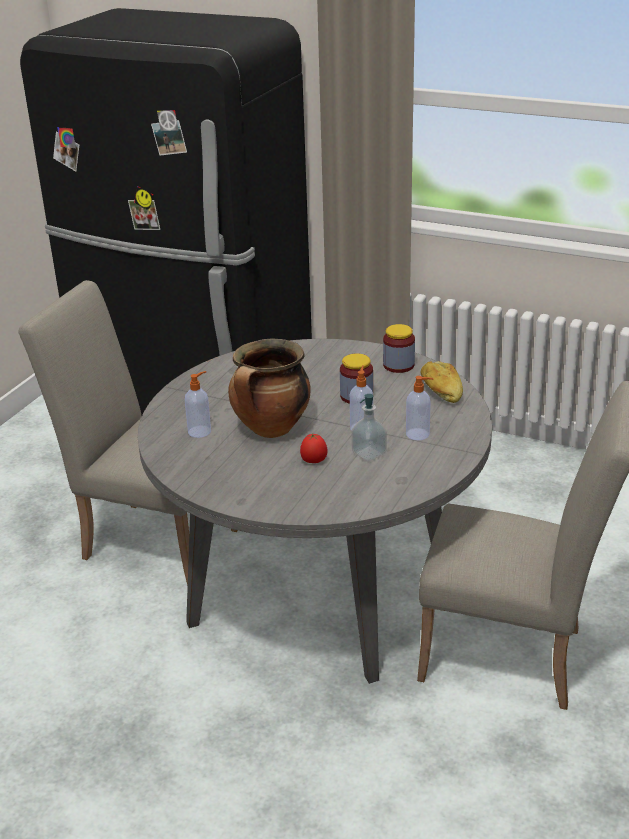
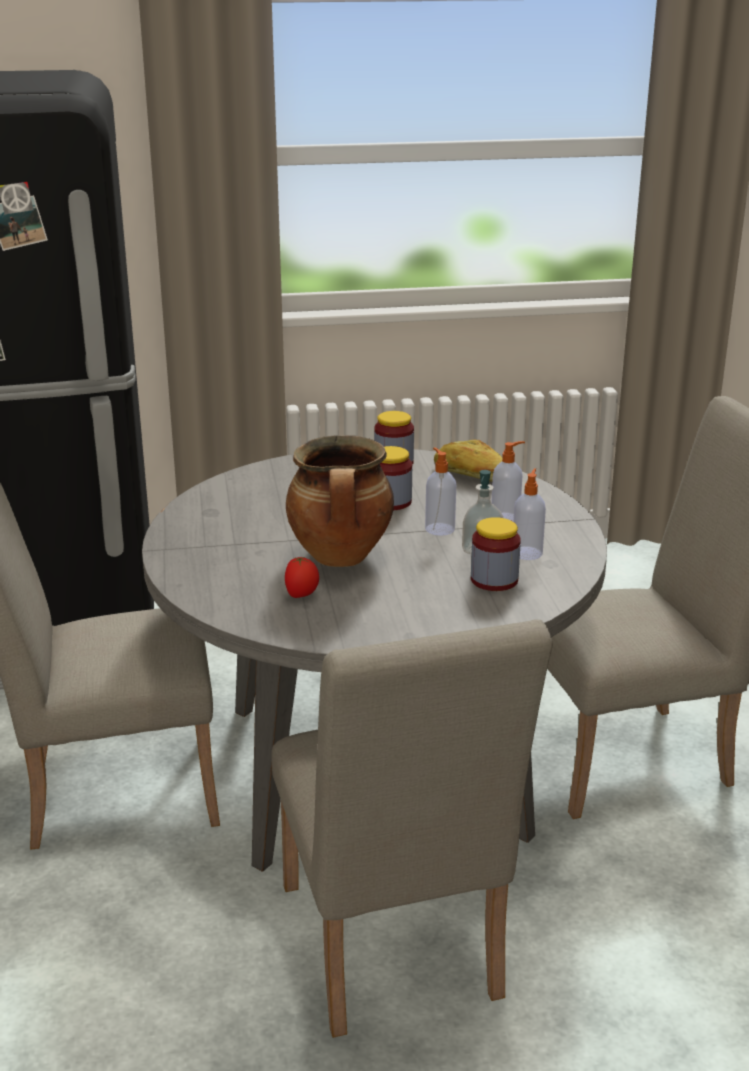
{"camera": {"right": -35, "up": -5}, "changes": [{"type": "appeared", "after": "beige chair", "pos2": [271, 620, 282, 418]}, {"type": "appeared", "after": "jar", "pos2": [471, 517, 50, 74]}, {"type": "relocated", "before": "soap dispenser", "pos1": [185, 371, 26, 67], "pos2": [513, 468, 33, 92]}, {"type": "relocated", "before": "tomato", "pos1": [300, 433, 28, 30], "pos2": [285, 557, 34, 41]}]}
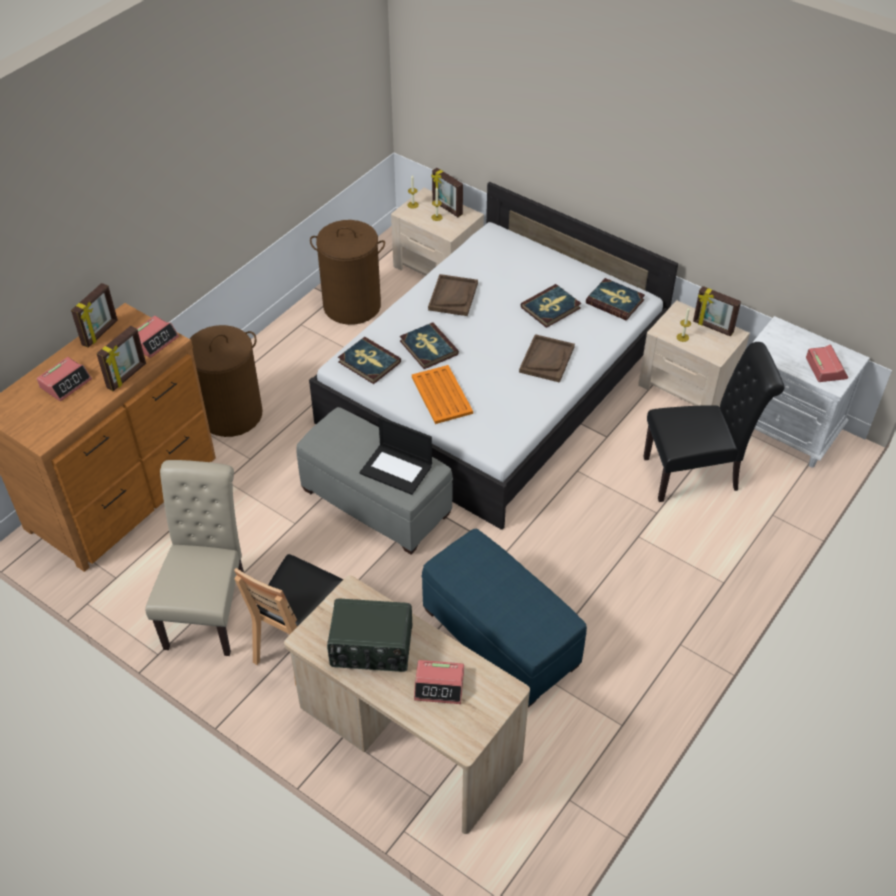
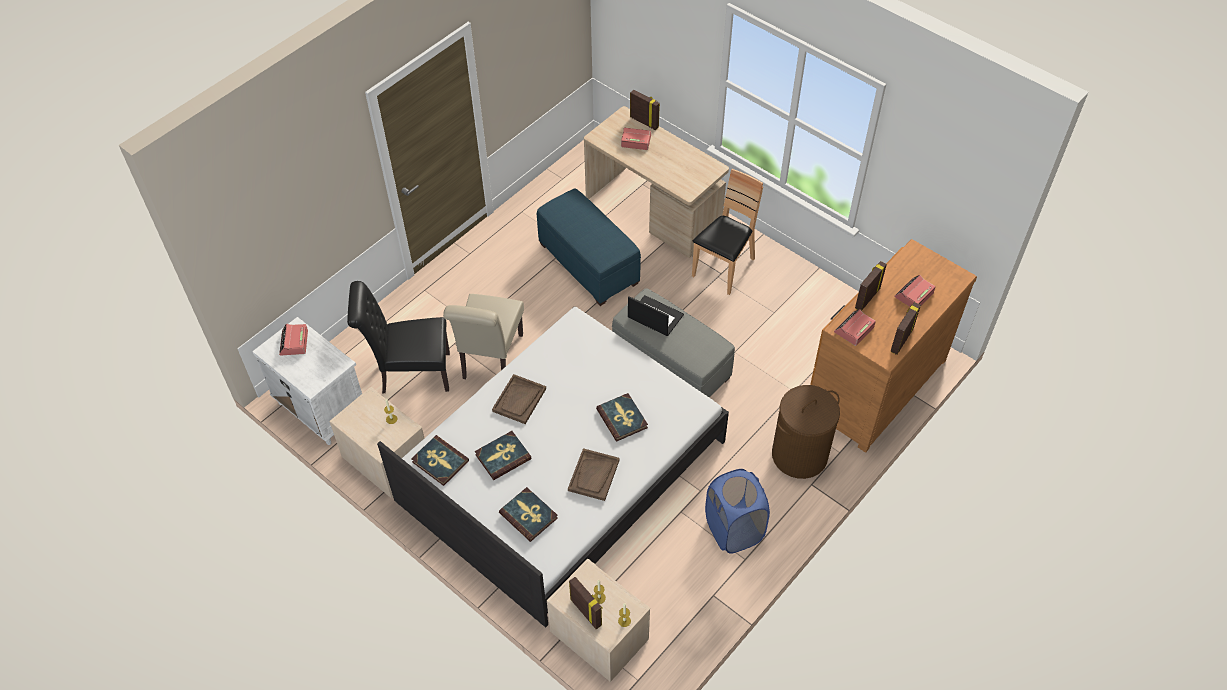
{"camera": {"right": -175, "up": 5}, "changes": [{"type": "missing", "before": "brown laundry basket", "pos1": [310, 220, 75, 105]}, {"type": "missing", "before": "radio", "pos1": [327, 599, 85, 73]}, {"type": "missing", "before": "orange tray", "pos1": [412, 365, 61, 59]}, {"type": "appeared", "after": "blue laundry basket", "pos2": [705, 469, 65, 85]}, {"type": "relocated", "before": "beige chair", "pos1": [145, 460, 99, 196], "pos2": [443, 294, 81, 85]}, {"type": "relocated", "before": "book", "pos1": [338, 337, 63, 47], "pos2": [499, 487, 59, 55]}, {"type": "relocated", "before": "picture frame", "pos1": [693, 286, 48, 51], "pos2": [630, 90, 30, 40]}]}
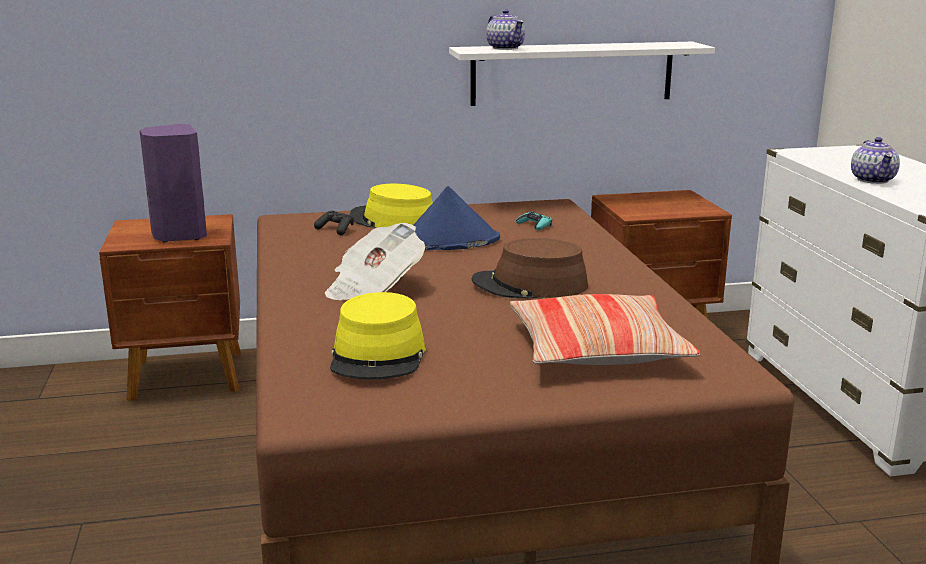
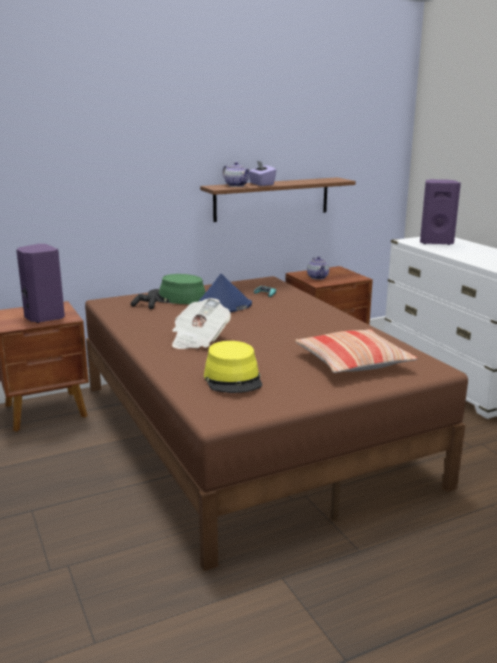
{"camera": {"right": -15, "up": 0}, "changes": [{"type": "missing", "before": "brown hat", "pos1": [471, 238, 117, 60]}, {"type": "appeared", "after": "purple tissue box", "pos2": [249, 161, 27, 25]}, {"type": "appeared", "after": "purple speaker", "pos2": [420, 179, 41, 66]}, {"type": "relocated", "before": "teapot", "pos1": [851, 137, 49, 47], "pos2": [307, 256, 22, 24]}, {"type": "colour", "before": "yellow hat", "after": "green hat", "pos1": [350, 184, 83, 44], "pos2": [148, 274, 58, 30]}, {"type": "colour", "before": "white shelf", "after": "brown shelf", "pos1": [449, 42, 266, 64], "pos2": [200, 177, 156, 45]}]}
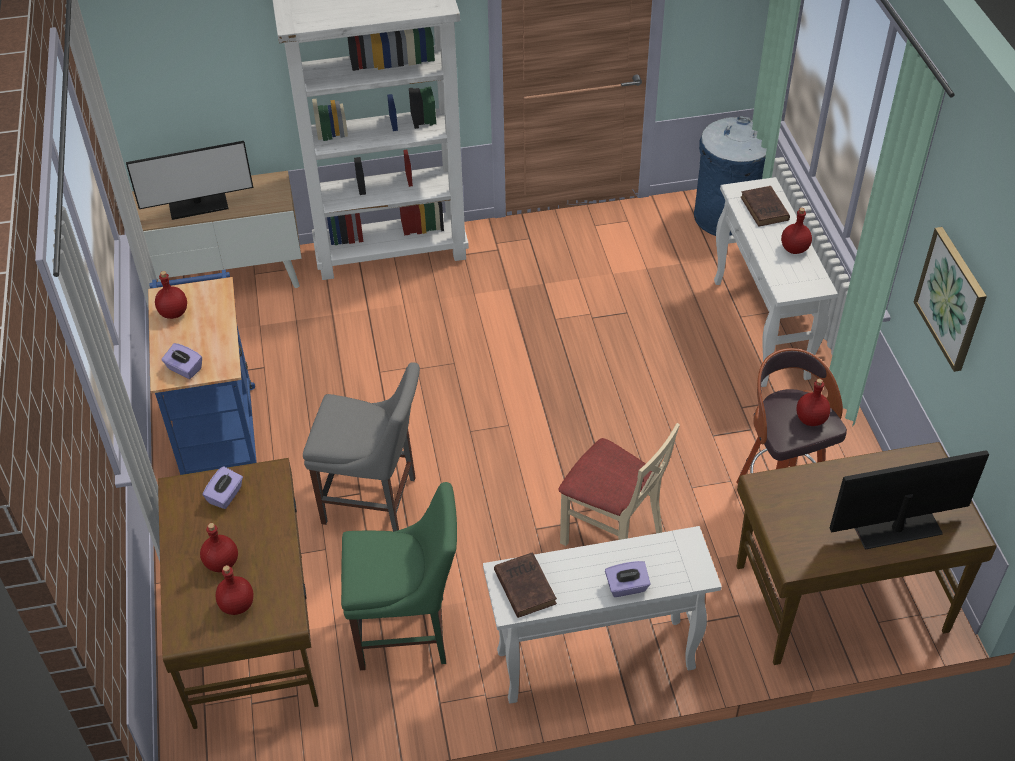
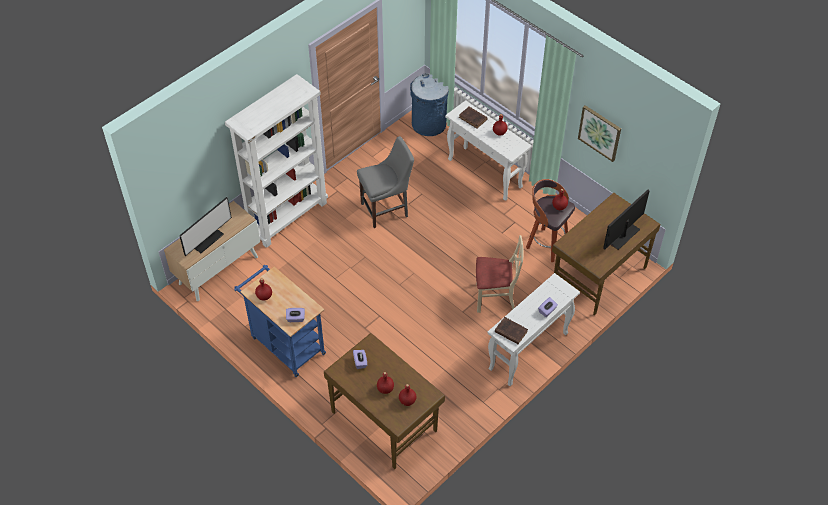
{"camera": {"right": -35, "up": 5}, "changes": [{"type": "missing", "before": "green chair", "pos1": [341, 482, 116, 188]}, {"type": "relocated", "before": "grey chair", "pos1": [303, 362, 117, 169], "pos2": [357, 136, 57, 92]}]}
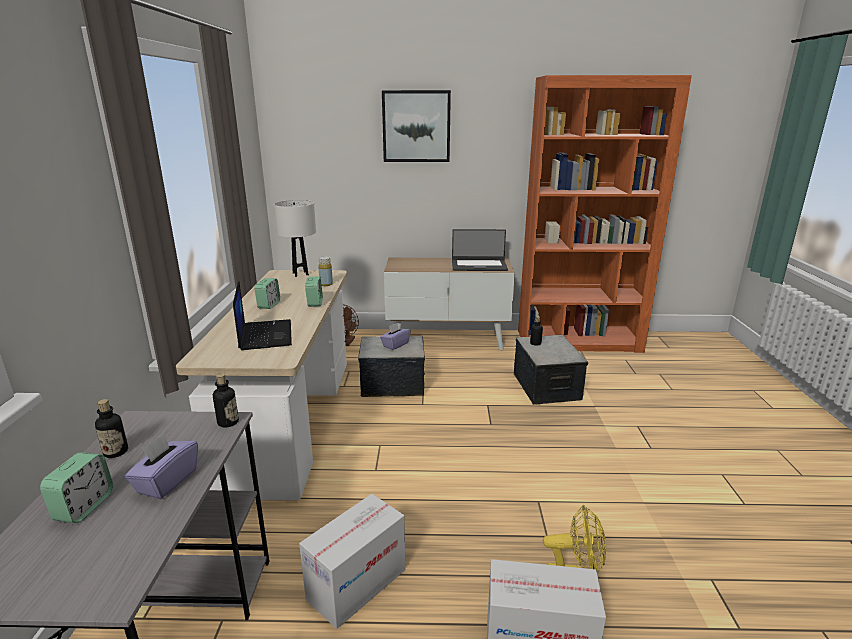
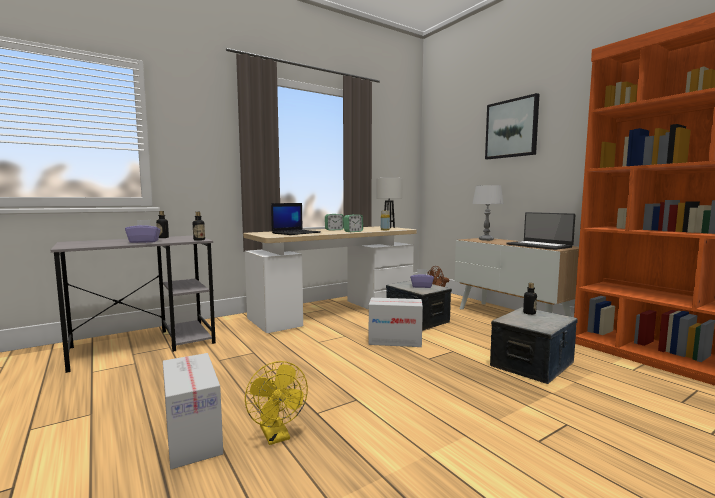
{"camera": {"right": 55, "up": -15}, "changes": [{"type": "missing", "before": "alarm clock", "pos1": [40, 452, 73, 71]}, {"type": "appeared", "after": "grey table lamp", "pos2": [472, 185, 31, 56]}, {"type": "relocated", "before": "cardboard box", "pos1": [299, 494, 106, 135], "pos2": [369, 298, 54, 49]}]}
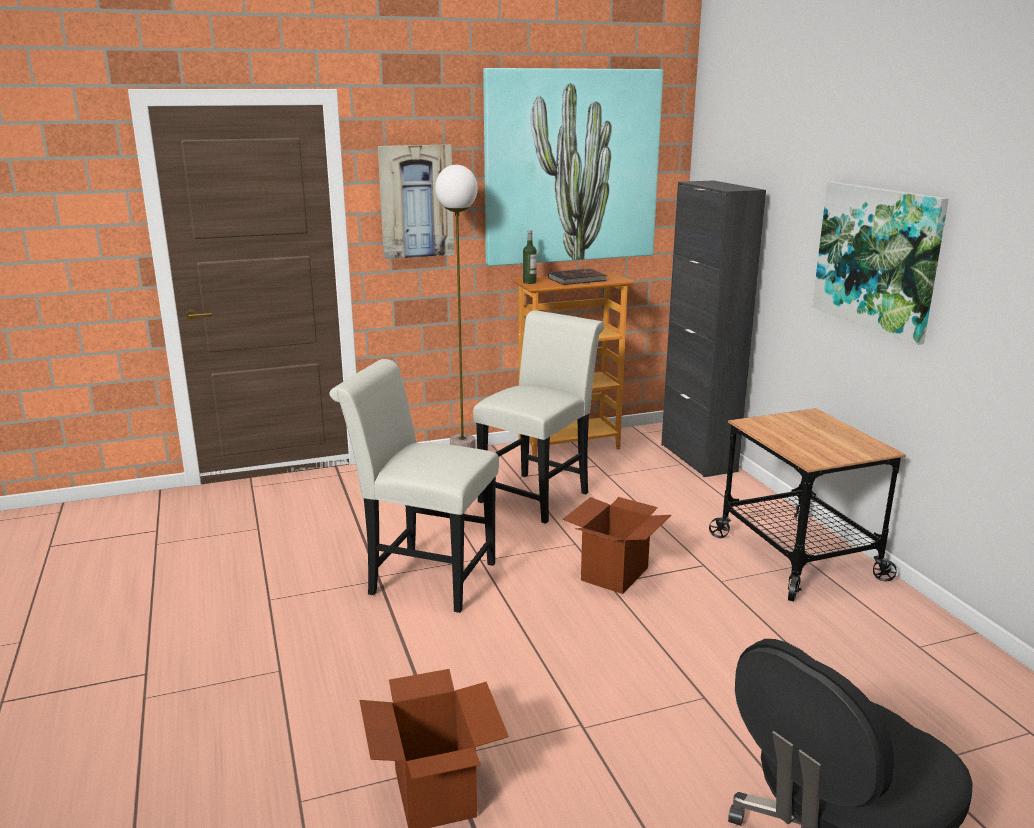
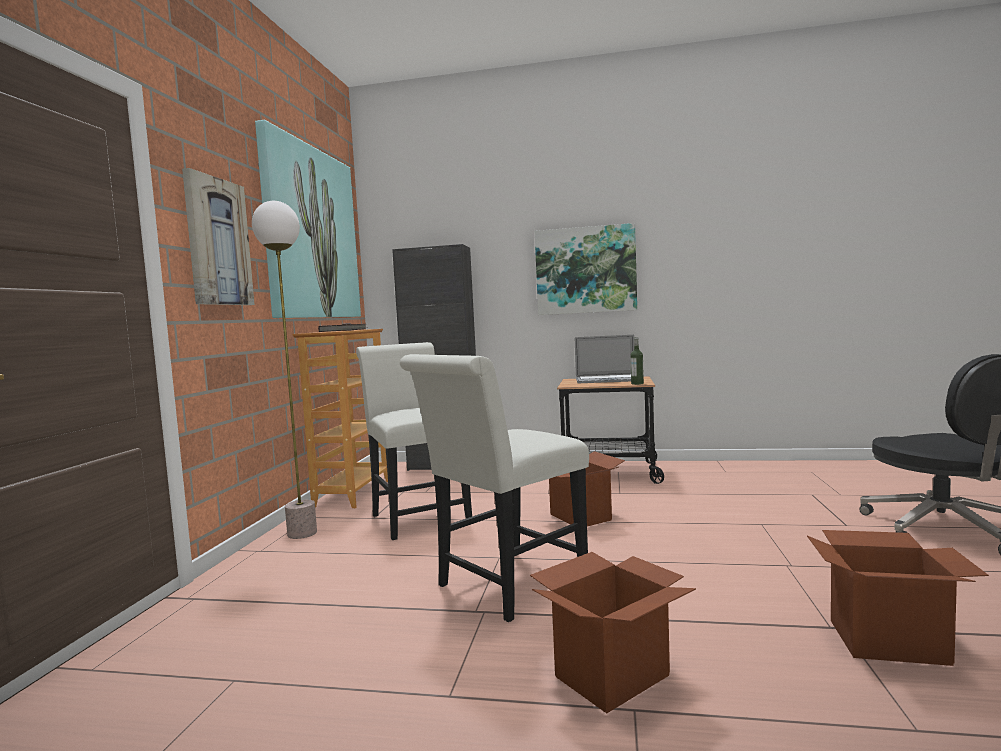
{"camera": {"right": -60, "up": -15}, "changes": [{"type": "appeared", "after": "cardboard box", "pos2": [530, 552, 166, 161]}, {"type": "appeared", "after": "laptop", "pos2": [575, 335, 59, 48]}, {"type": "relocated", "before": "bottle", "pos1": [523, 230, 14, 54], "pos2": [630, 337, 14, 48]}]}
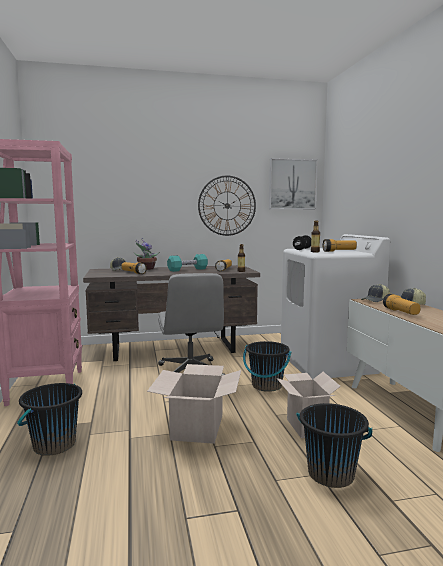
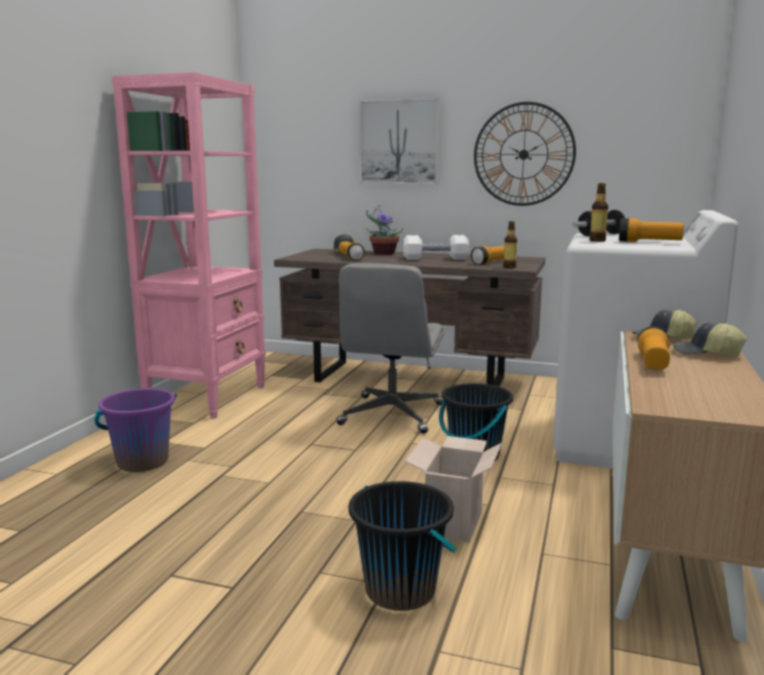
{"camera": {"right": 30, "up": 5}, "changes": [{"type": "missing", "before": "cardboard box", "pos1": [147, 364, 94, 80]}, {"type": "relocated", "before": "picture", "pos1": [269, 158, 49, 51], "pos2": [359, 98, 81, 86]}, {"type": "colour", "before": "black bucket", "after": "purple bucket", "pos1": [17, 383, 65, 73], "pos2": [94, 388, 83, 84]}, {"type": "colour", "before": "turquoise dumbbell", "after": "white dumbbell", "pos1": [167, 254, 41, 18], "pos2": [403, 235, 66, 25]}]}
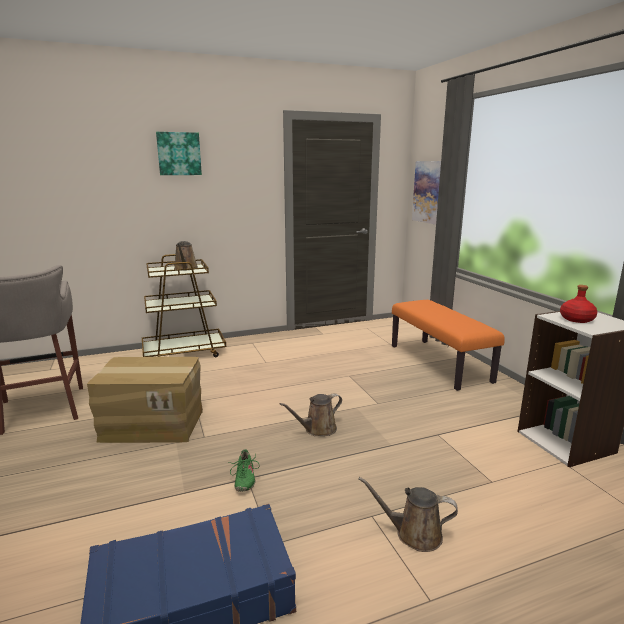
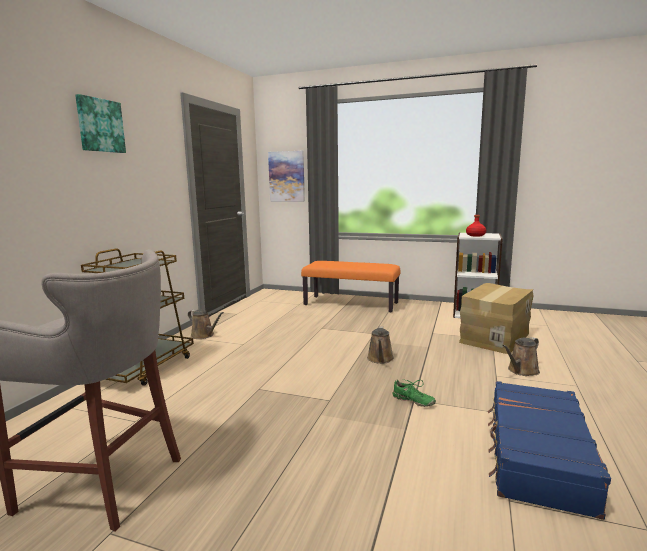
{"camera": {"right": -50, "up": -5}, "changes": [{"type": "relocated", "before": "cardboard box", "pos1": [87, 357, 116, 86], "pos2": [459, 283, 74, 71]}, {"type": "relocated", "before": "brown watering can", "pos1": [174, 241, 24, 30], "pos2": [188, 310, 36, 29]}]}
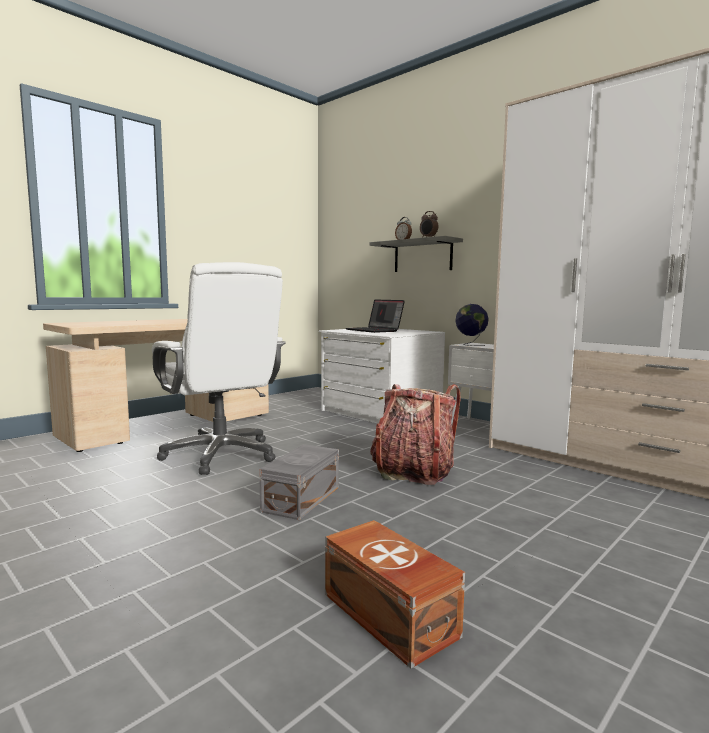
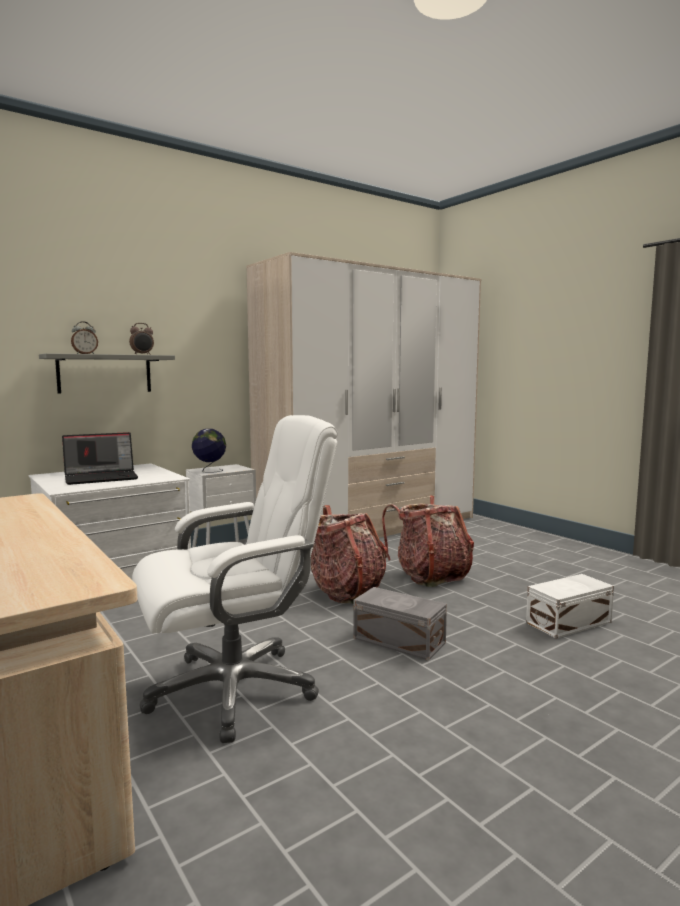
{"camera": {"right": -80, "up": 0}, "changes": [{"type": "appeared", "after": "backpack", "pos2": [382, 496, 92, 91]}, {"type": "colour", "before": "brown storage box", "after": "white storage box", "pos1": [325, 520, 140, 148], "pos2": [526, 574, 88, 65]}]}
